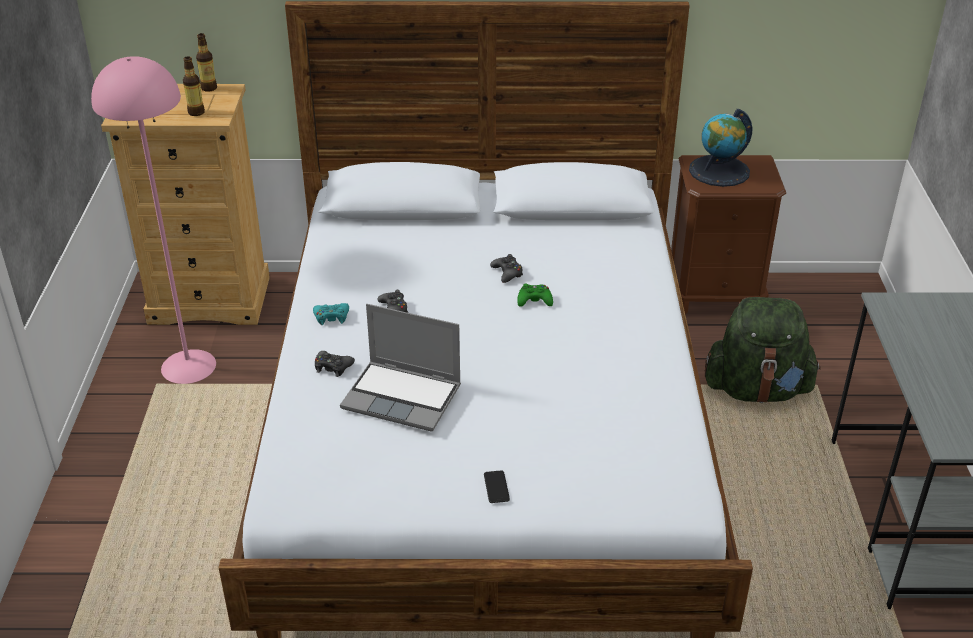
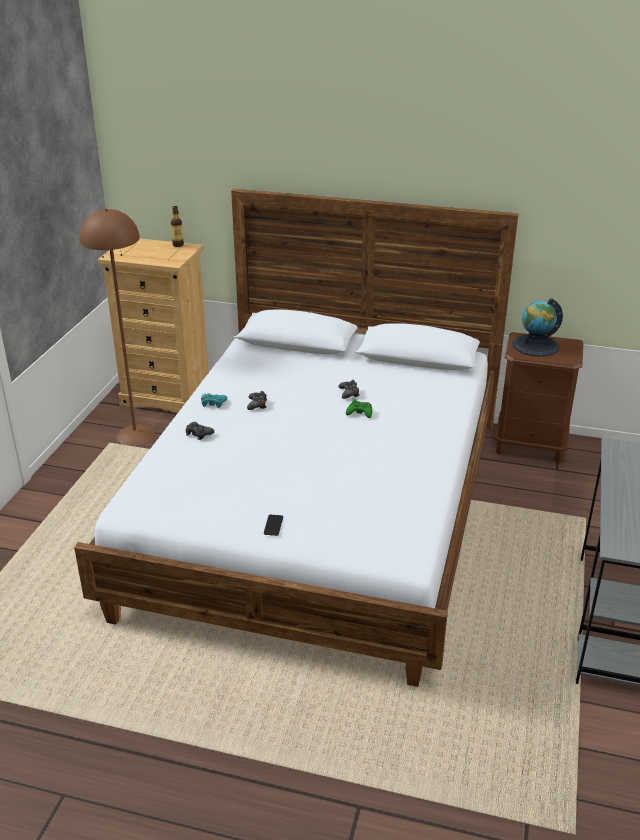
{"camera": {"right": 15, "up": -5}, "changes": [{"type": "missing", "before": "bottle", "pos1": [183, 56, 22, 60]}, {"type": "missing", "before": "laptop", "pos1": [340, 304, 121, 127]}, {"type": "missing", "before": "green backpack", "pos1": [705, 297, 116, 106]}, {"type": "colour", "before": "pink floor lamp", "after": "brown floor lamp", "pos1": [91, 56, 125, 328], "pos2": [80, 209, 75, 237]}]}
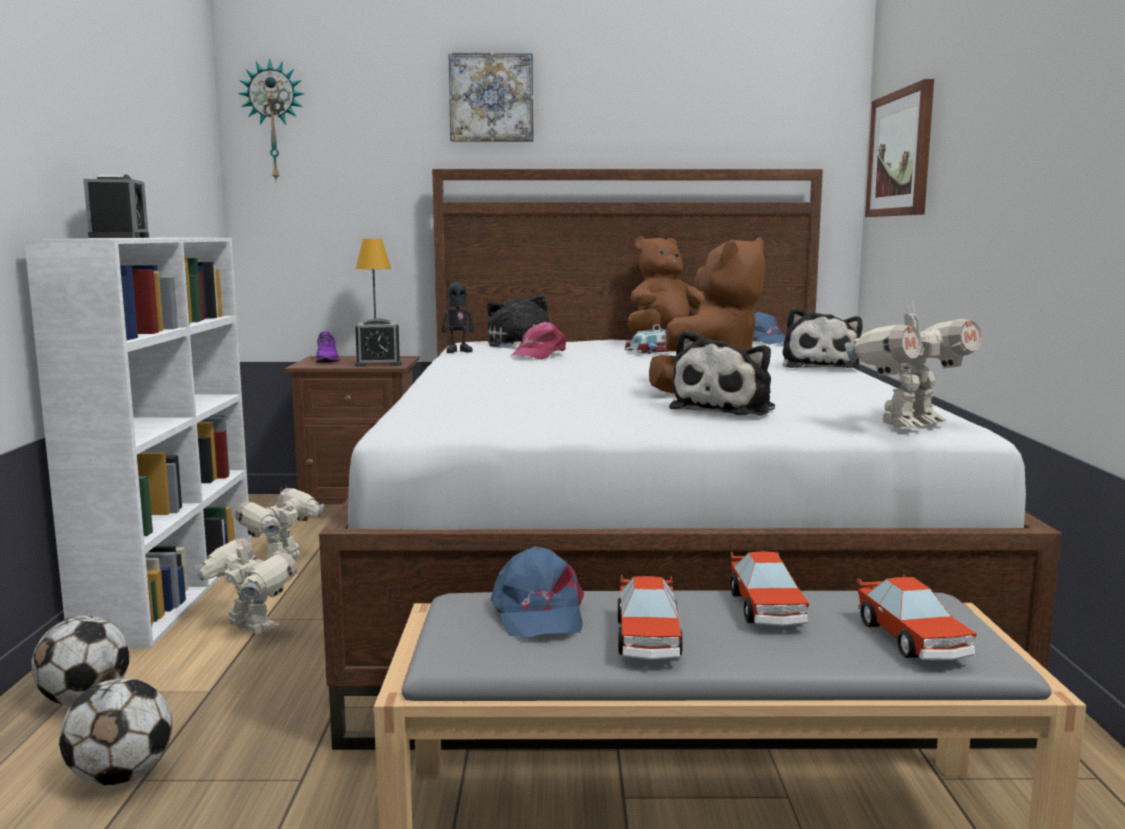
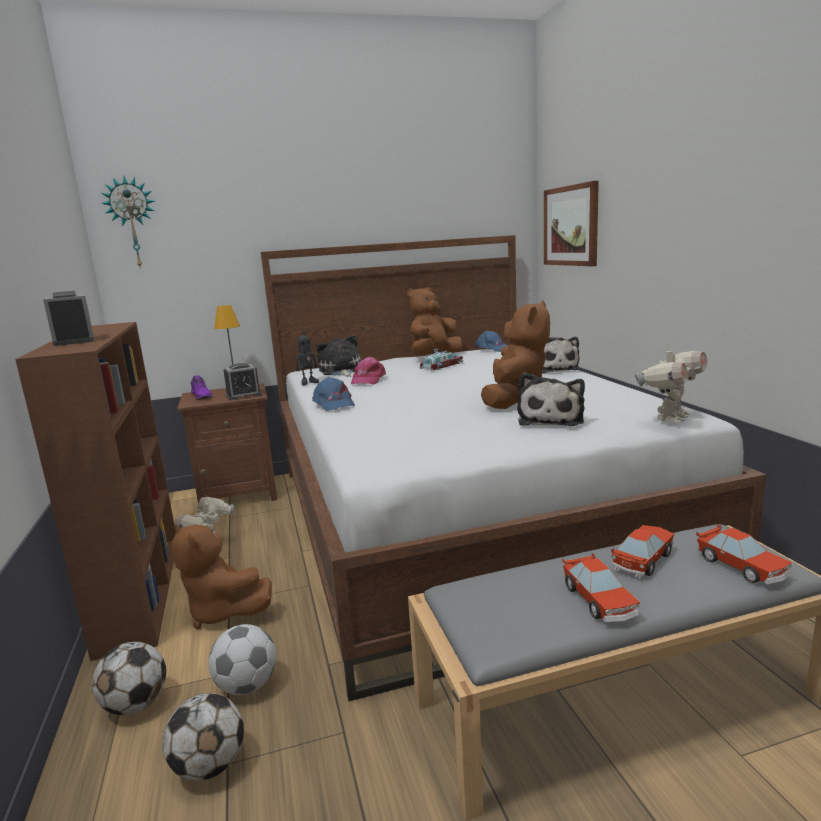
{"camera": {"right": -15, "up": 5}, "changes": [{"type": "missing", "before": "picture", "pos1": [448, 53, 85, 89]}, {"type": "appeared", "after": "football", "pos2": [209, 624, 67, 71]}, {"type": "relocated", "before": "blue cap", "pos1": [491, 546, 93, 91], "pos2": [312, 377, 43, 34]}, {"type": "exchanged", "before": "toy robot", "after": "brown plush toy", "pos1": [195, 538, 102, 96], "pos2": [171, 524, 101, 105]}, {"type": "colour", "before": "white bookcase", "after": "brown bookcase", "pos1": [24, 238, 228, 410], "pos2": [15, 322, 161, 339]}, {"type": "spun", "before": "toy car", "pos1": [730, 551, 79, 75], "pos2": [611, 525, 63, 53], "turn": -120}]}
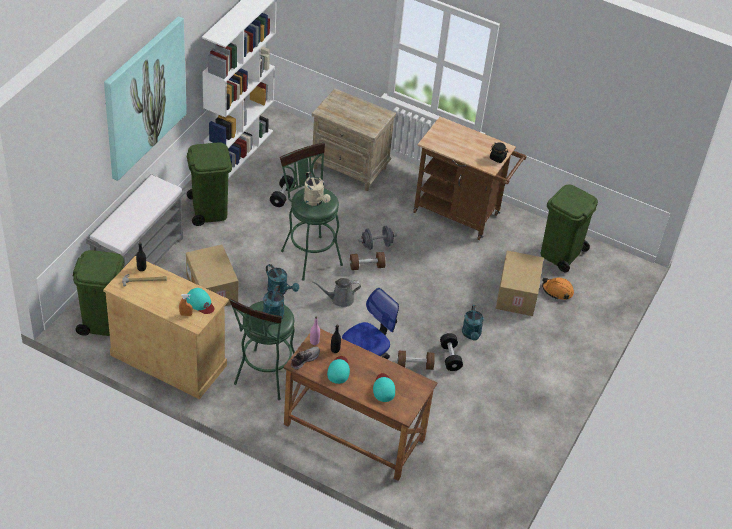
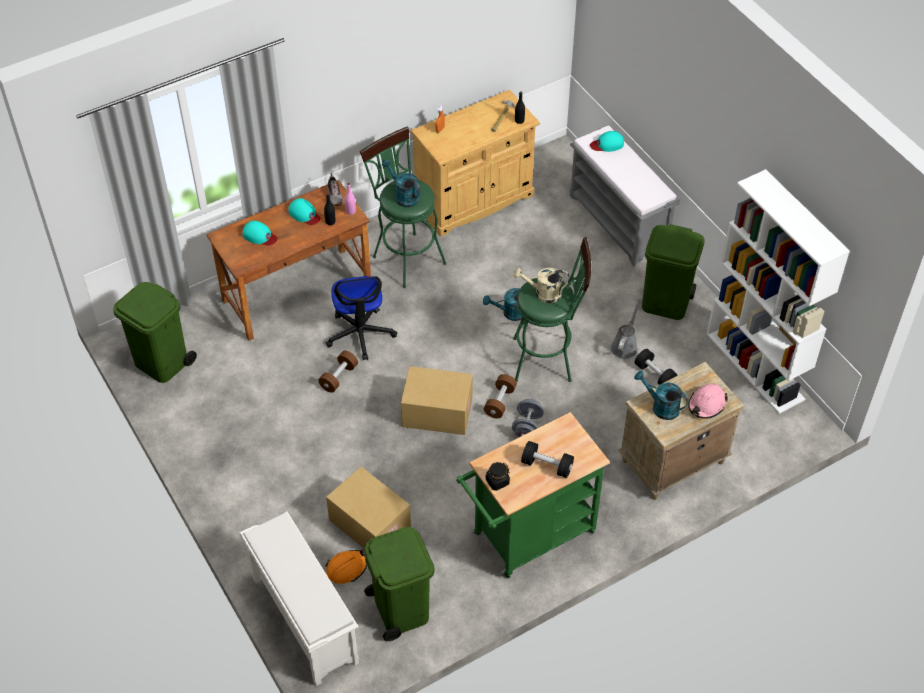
{"camera": {"right": 125, "up": 5}, "changes": [{"type": "missing", "before": "picture", "pos1": [104, 16, 83, 165]}, {"type": "appeared", "after": "white shoe rack", "pos2": [240, 512, 119, 174]}, {"type": "appeared", "after": "pink hard hat", "pos2": [688, 383, 40, 36]}, {"type": "relocated", "before": "green trash can", "pos1": [73, 250, 51, 86], "pos2": [113, 282, 84, 101]}, {"type": "relocated", "before": "cardboard box", "pos1": [186, 245, 52, 61], "pos2": [401, 366, 72, 69]}, {"type": "relocated", "before": "turquoise cap", "pos1": [187, 288, 27, 26], "pos2": [590, 131, 34, 21]}, {"type": "relocated", "before": "grey watering can", "pos1": [312, 278, 49, 29], "pos2": [611, 300, 29, 59]}, {"type": "relocated", "before": "black dumbbell", "pos1": [440, 333, 23, 38], "pos2": [521, 441, 53, 37]}, {"type": "relocated", "before": "turquoise watering can", "pos1": [462, 305, 22, 36], "pos2": [634, 371, 55, 49]}, {"type": "colour", "before": "brown cart", "after": "green cart", "pos1": [413, 117, 114, 123], "pos2": [456, 412, 154, 166]}]}
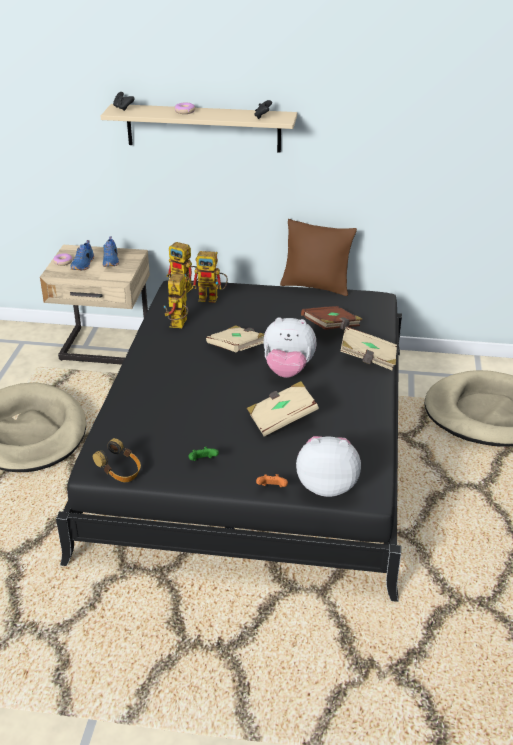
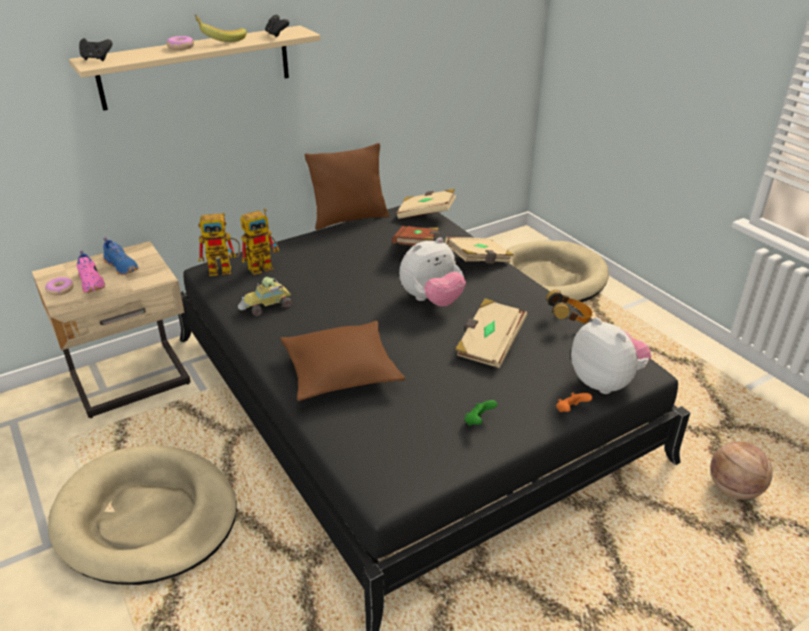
{"camera": {"right": -40, "up": 0}, "changes": [{"type": "appeared", "after": "banana", "pos2": [195, 15, 52, 27]}, {"type": "appeared", "after": "brown pillow", "pos2": [281, 321, 124, 80]}, {"type": "appeared", "after": "basketball", "pos2": [710, 441, 63, 59]}, {"type": "relocated", "before": "headphones", "pos1": [93, 438, 48, 44], "pos2": [546, 290, 47, 33]}, {"type": "relocated", "before": "beige book", "pos1": [206, 325, 58, 27], "pos2": [397, 189, 59, 30]}, {"type": "exchanged", "before": "toy robot", "after": "toy car", "pos1": [163, 273, 25, 55], "pos2": [238, 277, 54, 39]}, {"type": "colour", "before": "blue shoe", "after": "pink shoe", "pos1": [71, 240, 23, 30], "pos2": [77, 250, 28, 43]}, {"type": "spun", "before": "plush toy", "pos1": [296, 436, 65, 61], "pos2": [571, 317, 80, 77], "turn": 90}]}
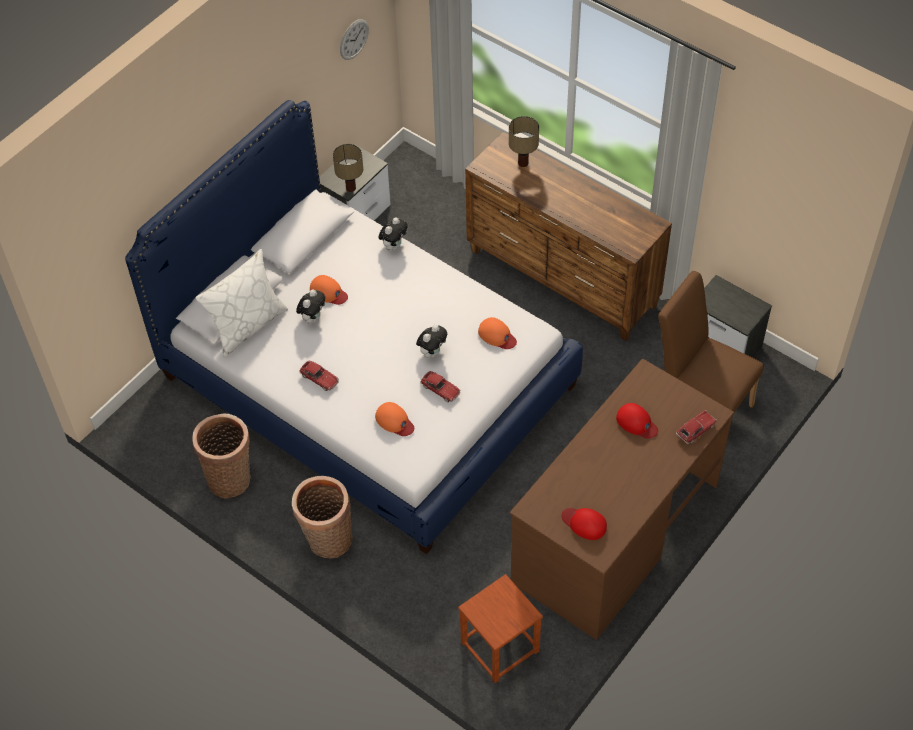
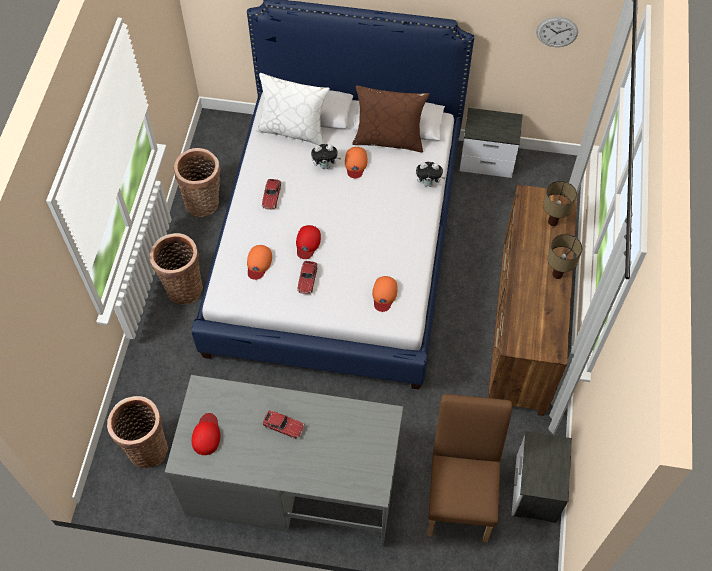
{"camera": {"right": 60, "up": 5}, "changes": [{"type": "missing", "before": "plush toy", "pos1": [416, 325, 31, 33]}, {"type": "appeared", "after": "brown pillow", "pos2": [352, 85, 77, 68]}, {"type": "relocated", "before": "table lamp", "pos1": [333, 144, 30, 48], "pos2": [547, 234, 35, 45]}, {"type": "relocated", "before": "red cap", "pos1": [616, 403, 42, 36], "pos2": [296, 225, 25, 34]}, {"type": "relocated", "before": "toy car", "pos1": [676, 410, 41, 34], "pos2": [262, 411, 42, 28]}, {"type": "exchanged", "before": "brown stool", "after": "basket", "pos1": [458, 574, 85, 109], "pos2": [107, 396, 61, 73]}, {"type": "colour", "before": "brown desk", "after": "grey desk", "pos1": [510, 359, 224, 281], "pos2": [165, 375, 238, 172]}]}
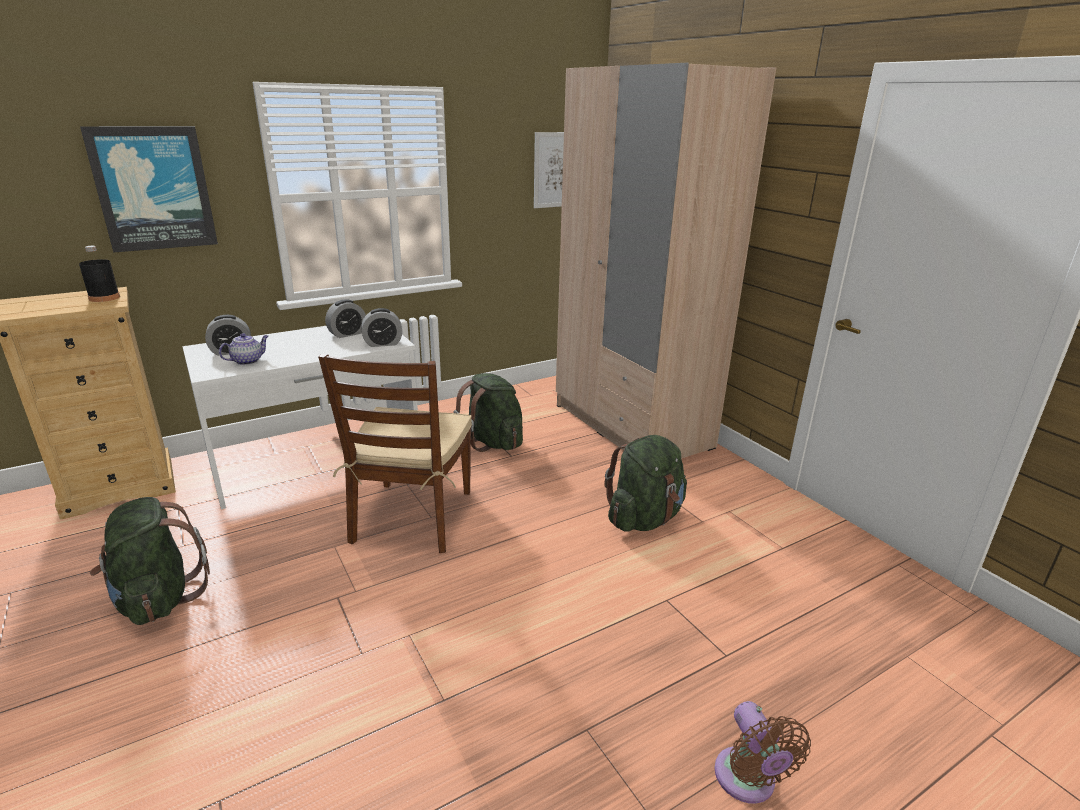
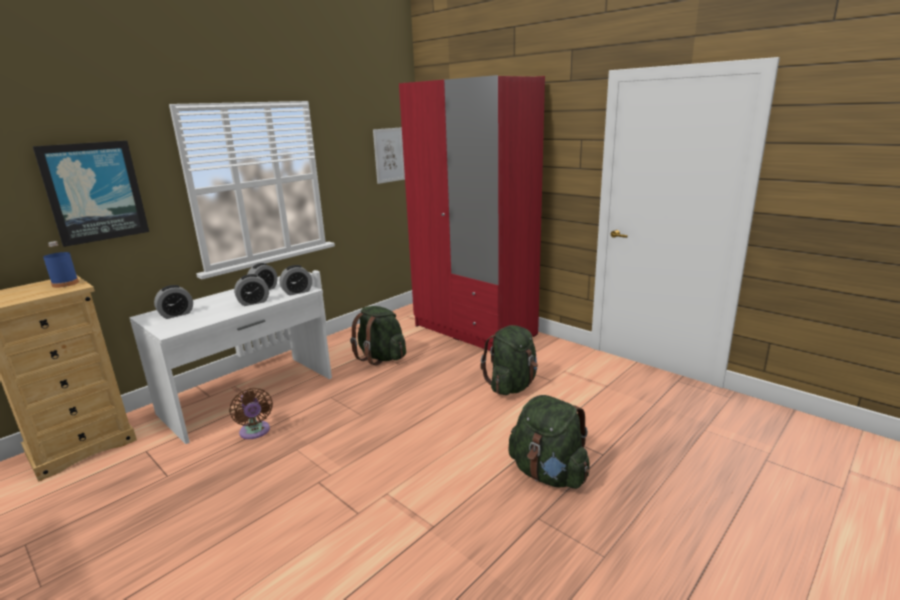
{"camera": {"right": -15, "up": -5}, "changes": [{"type": "missing", "before": "teapot", "pos1": [219, 333, 49, 32]}, {"type": "missing", "before": "brown chair", "pos1": [318, 353, 154, 200]}, {"type": "appeared", "after": "alarm clock", "pos2": [234, 274, 35, 32]}, {"type": "relocated", "before": "green backpack", "pos1": [90, 497, 120, 128], "pos2": [509, 395, 81, 94]}, {"type": "relocated", "before": "brown fan", "pos1": [715, 701, 96, 103], "pos2": [229, 388, 44, 51]}, {"type": "colour", "before": "black bottle", "after": "blue bottle", "pos1": [79, 246, 41, 56], "pos2": [43, 241, 36, 47]}, {"type": "colour", "before": "beige wardrobe", "after": "red wardrobe", "pos1": [556, 63, 220, 396], "pos2": [399, 75, 146, 276]}]}
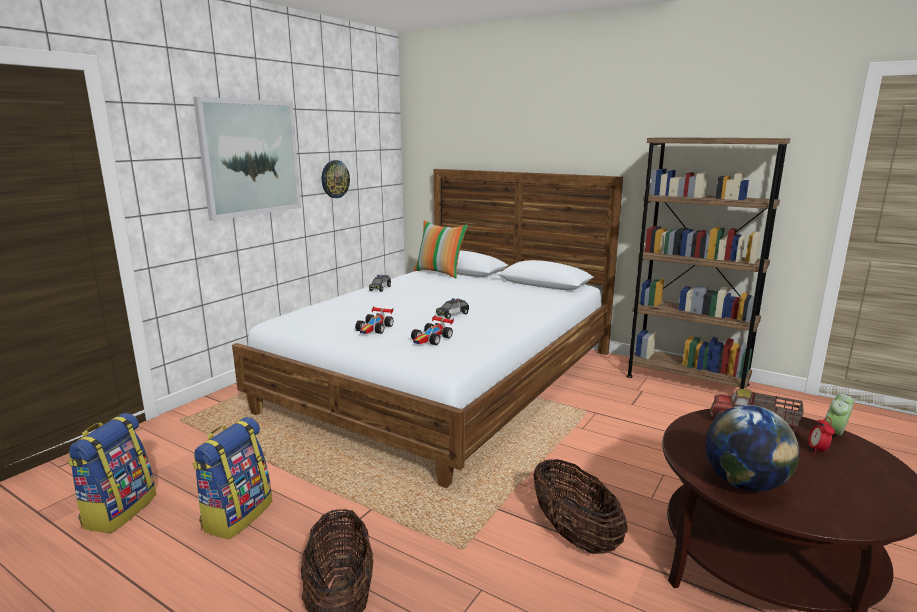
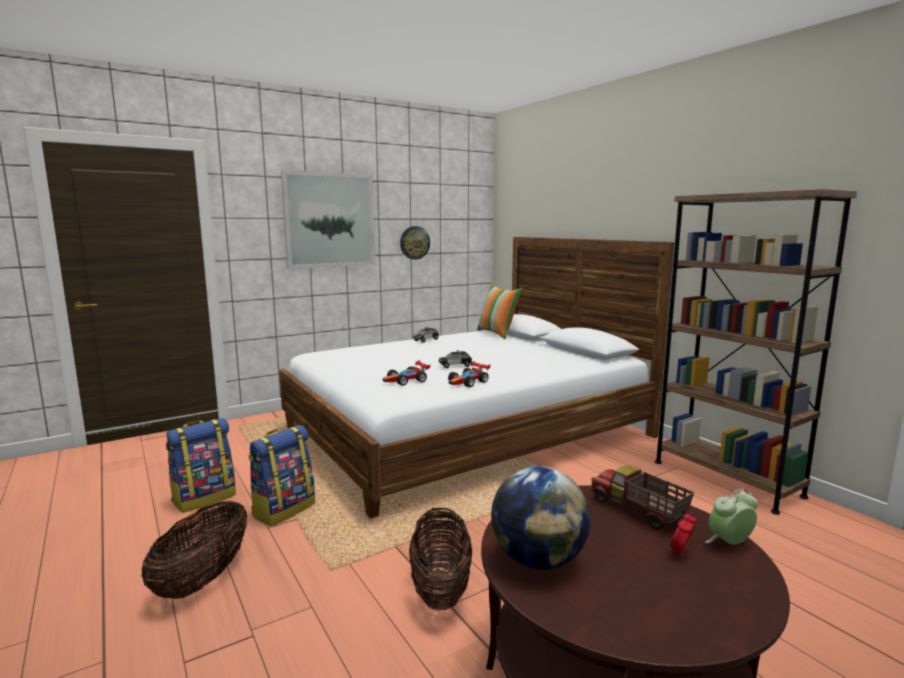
{"camera": {"right": 25, "up": -5}, "changes": [{"type": "relocated", "before": "backpack", "pos1": [67, 413, 89, 120], "pos2": [248, 425, 67, 101]}, {"type": "relocated", "before": "toy car", "pos1": [355, 306, 38, 28], "pos2": [448, 361, 42, 26]}]}
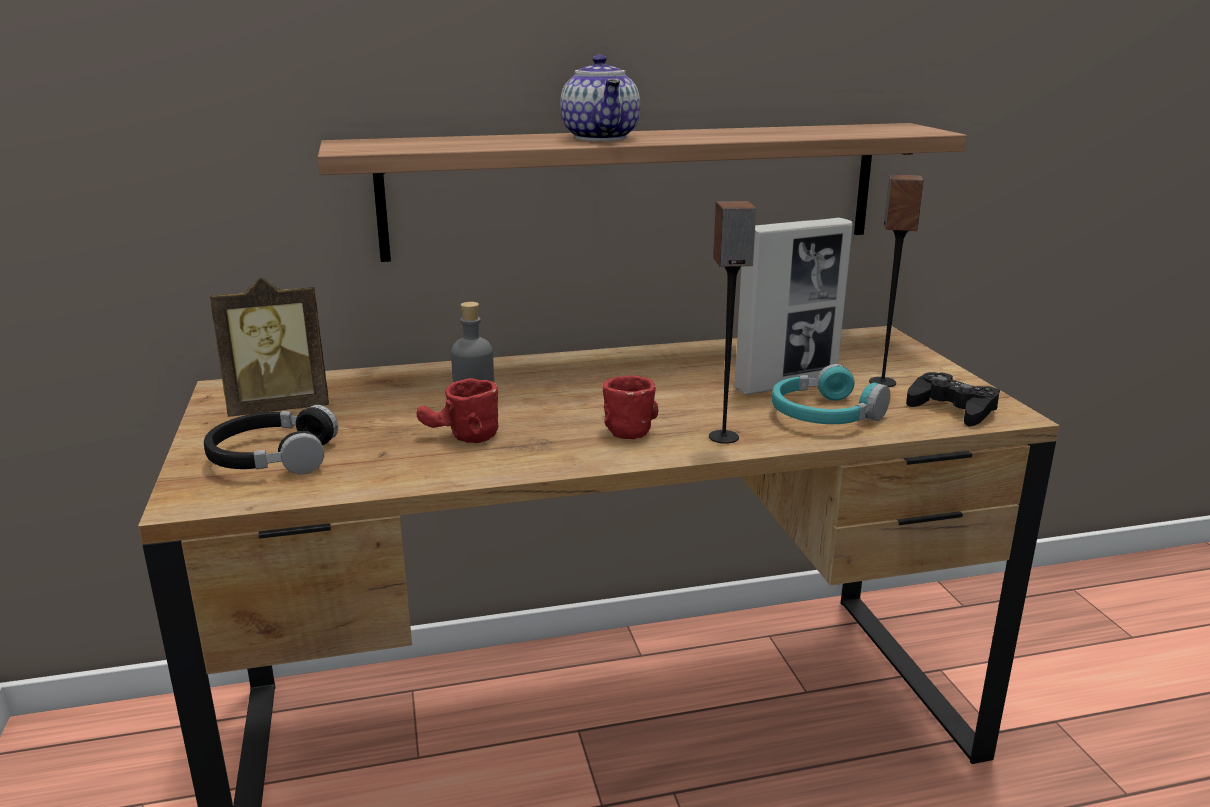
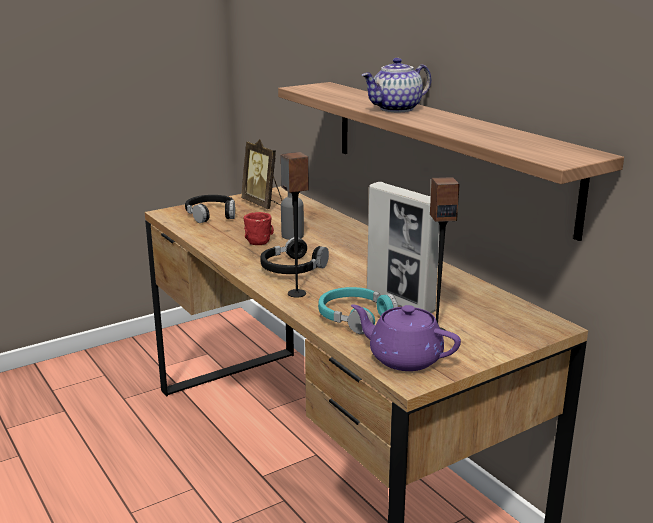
{"camera": {"right": 70, "up": 0}, "changes": [{"type": "exchanged", "before": "red mug", "after": "black headphones", "pos1": [602, 375, 57, 64], "pos2": [260, 237, 69, 37]}, {"type": "exchanged", "before": "black game controller", "after": "purple teapot", "pos1": [906, 372, 94, 54], "pos2": [351, 305, 110, 66]}]}
